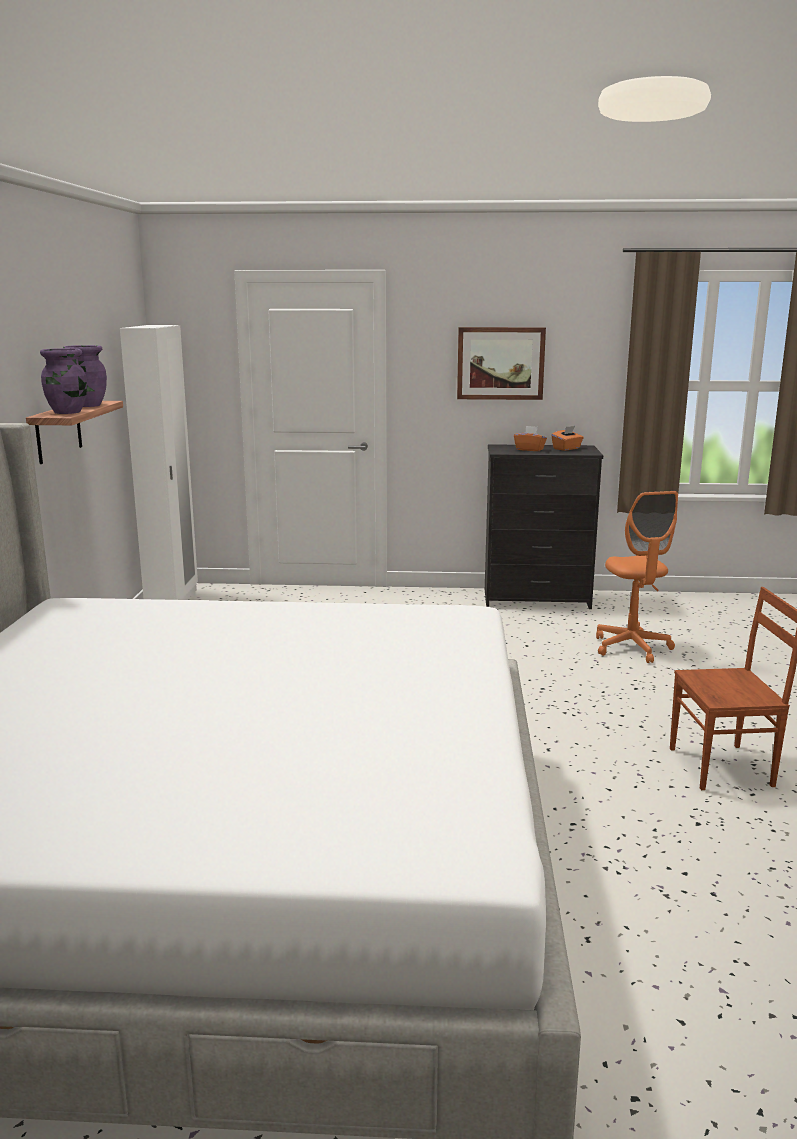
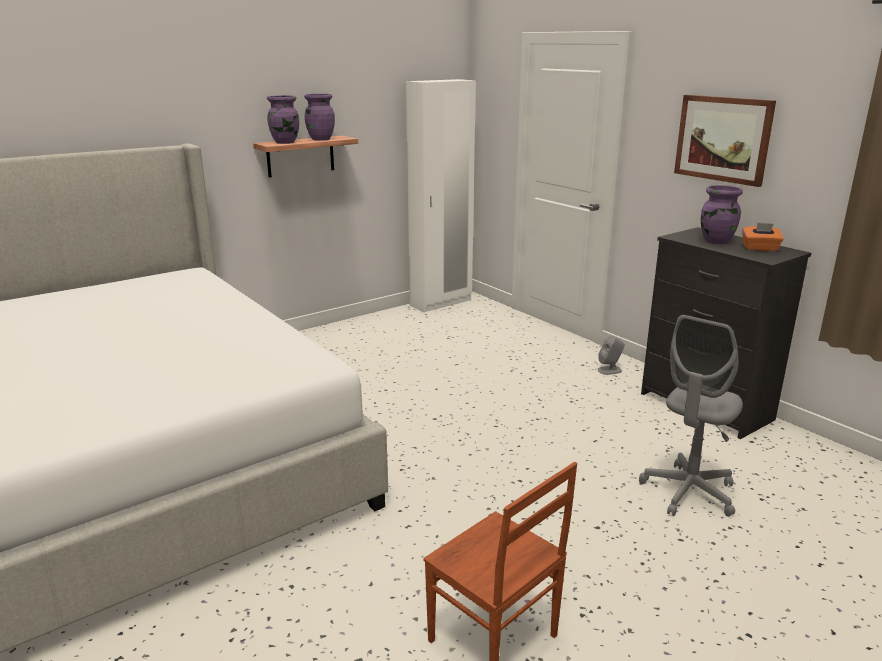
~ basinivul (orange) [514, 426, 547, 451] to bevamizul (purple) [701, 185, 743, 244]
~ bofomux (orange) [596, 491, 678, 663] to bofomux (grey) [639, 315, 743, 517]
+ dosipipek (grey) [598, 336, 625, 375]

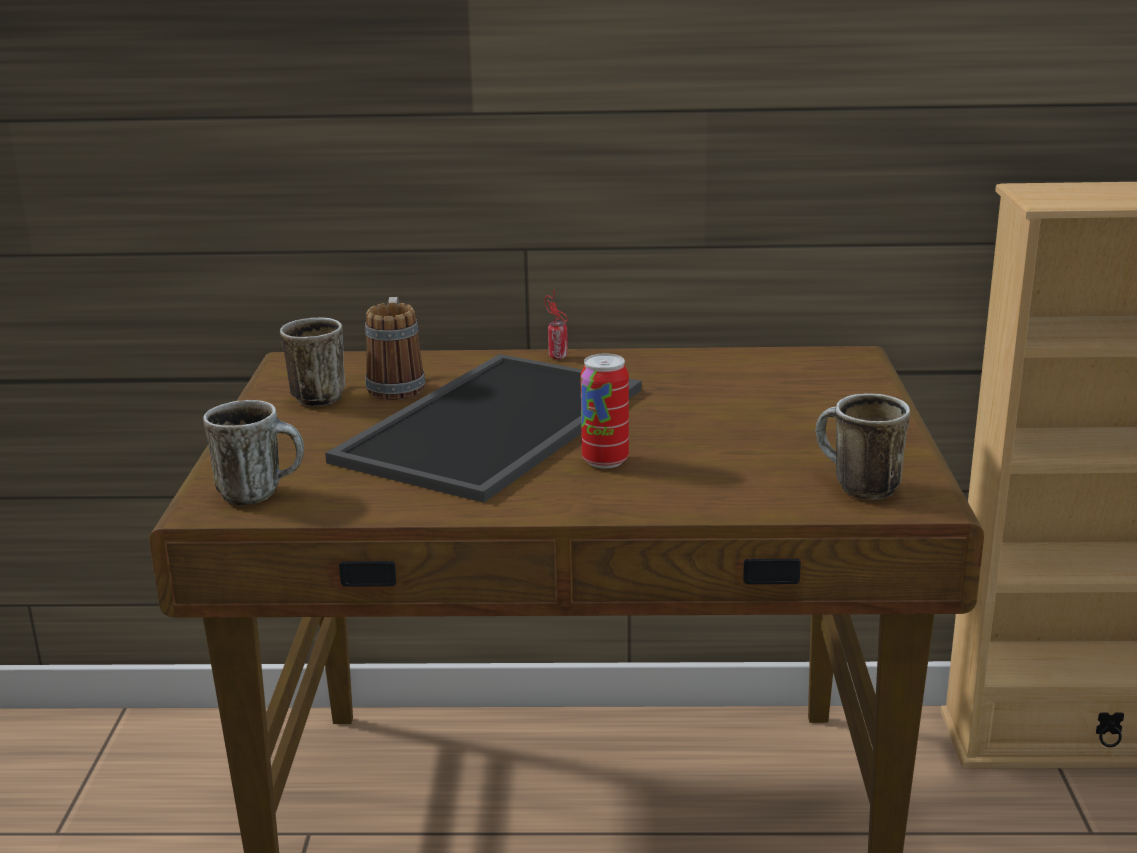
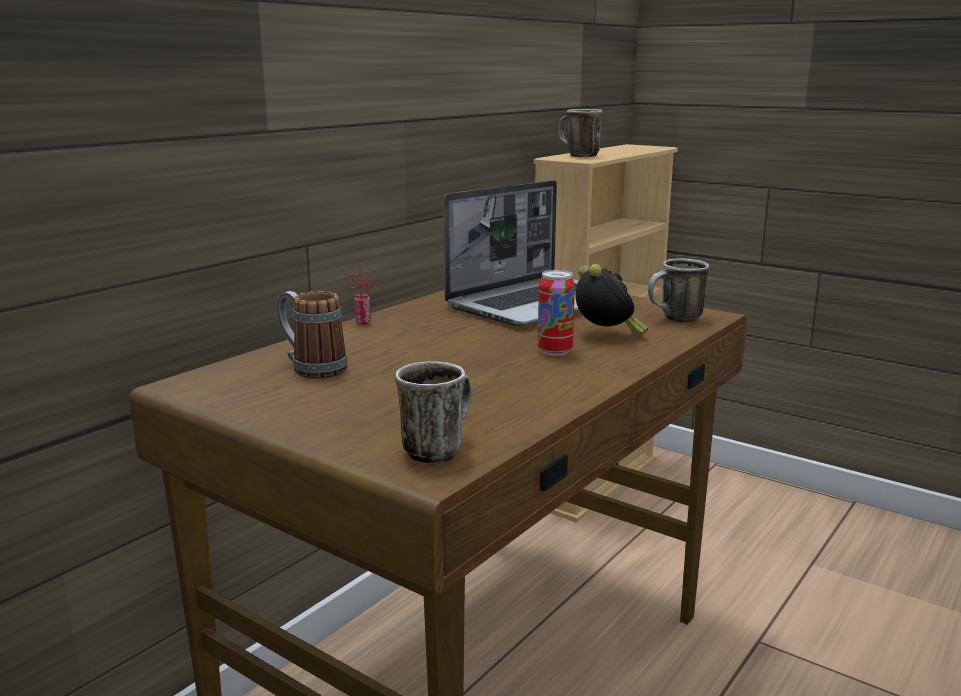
~ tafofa [280, 318, 345, 407] to [558, 109, 603, 157]
- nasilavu [325, 354, 642, 503]
+ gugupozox [444, 180, 630, 326]
+ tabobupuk [575, 264, 648, 335]

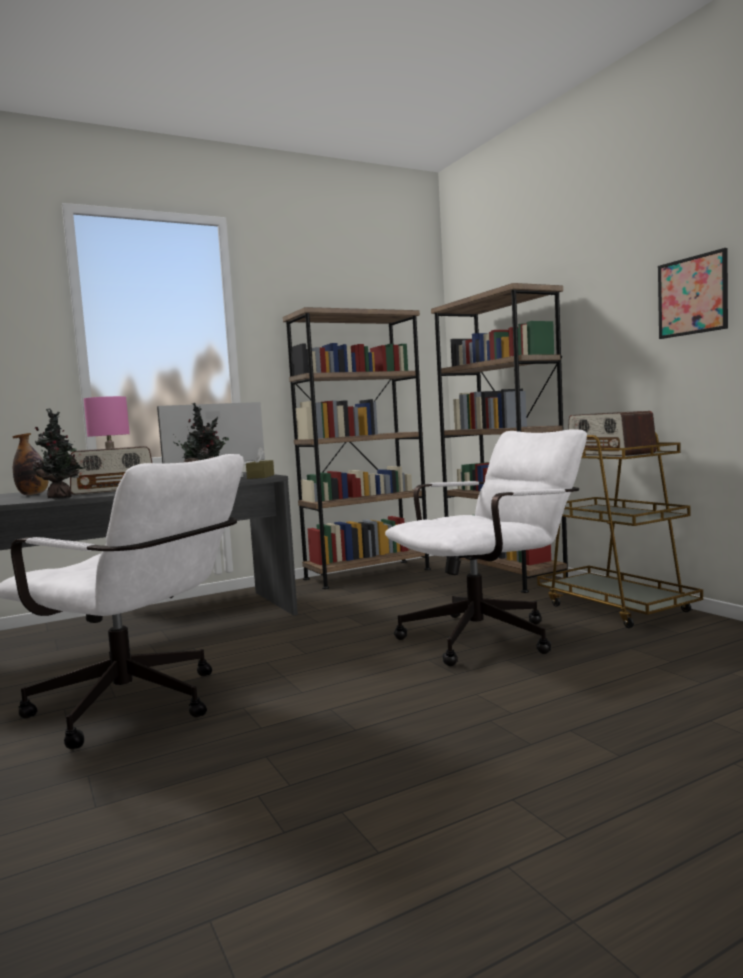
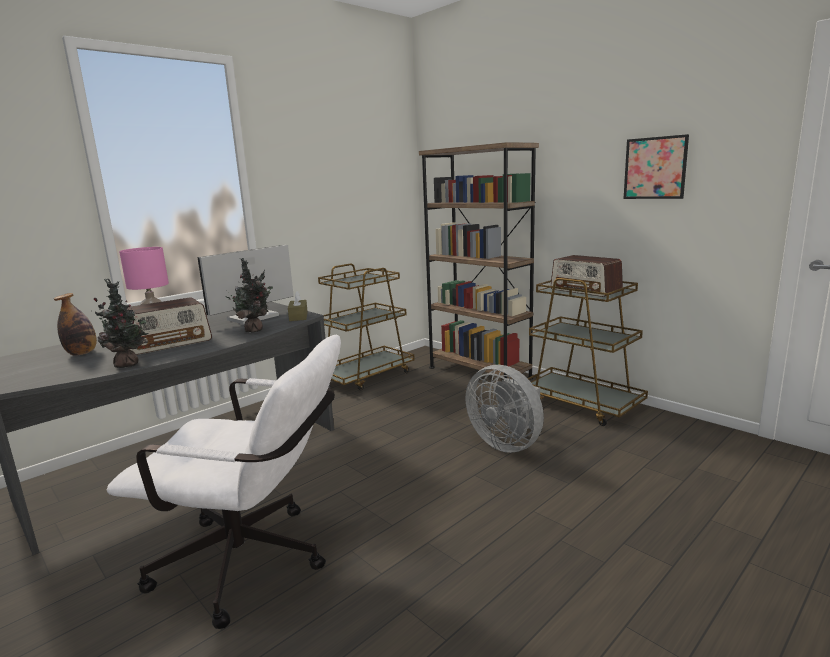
~ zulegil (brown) [283, 307, 431, 589] to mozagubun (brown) [318, 263, 415, 391]
~ bofomux (white) [385, 429, 587, 666] to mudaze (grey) [465, 365, 544, 453]

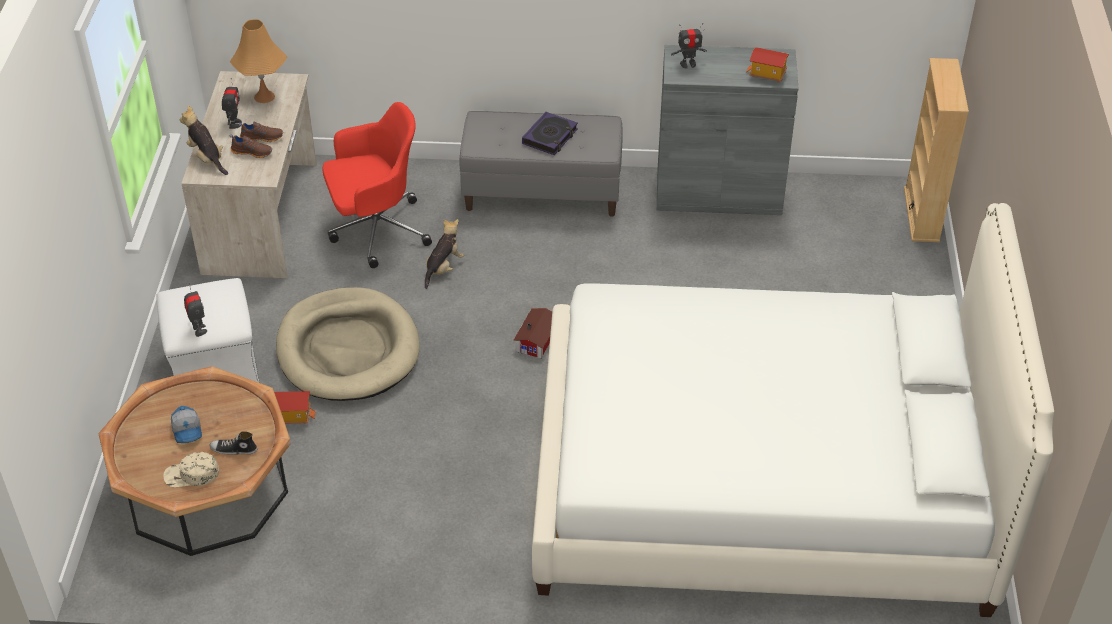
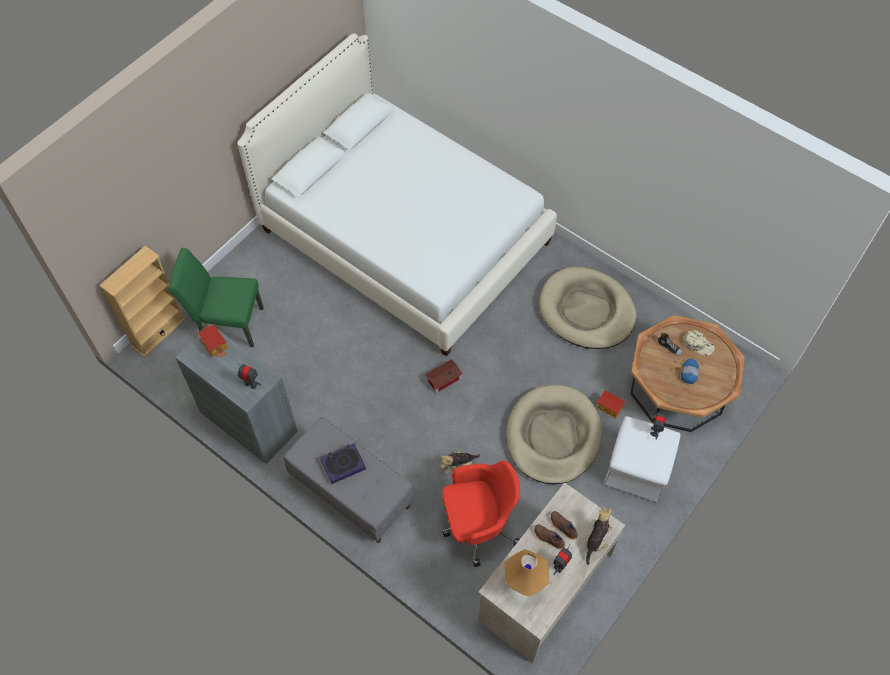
~ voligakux [180, 105, 228, 175] = [585, 507, 612, 565] 150 degrees counterclockwise
~ bofomux (red) [322, 102, 432, 268] = [442, 461, 520, 567] 150 degrees clockwise
+ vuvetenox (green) [168, 248, 264, 347]
+ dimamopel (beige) [539, 267, 637, 349]

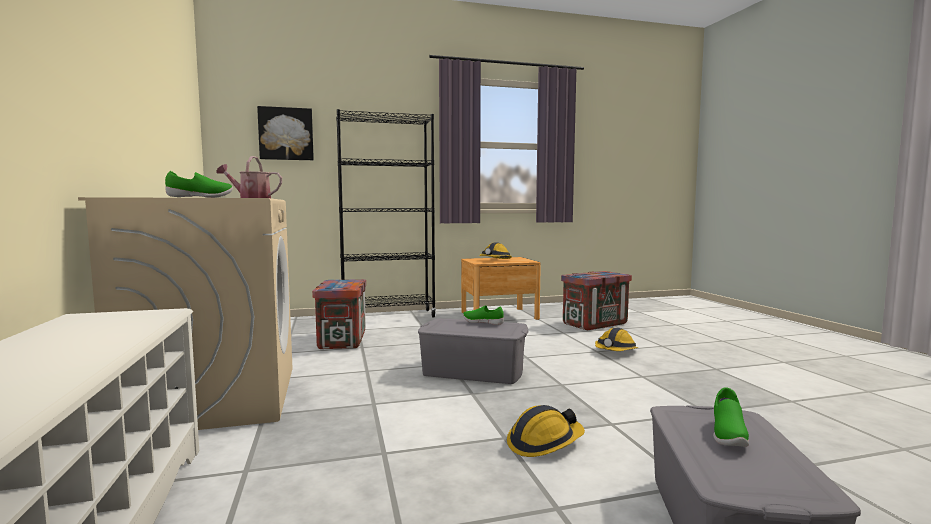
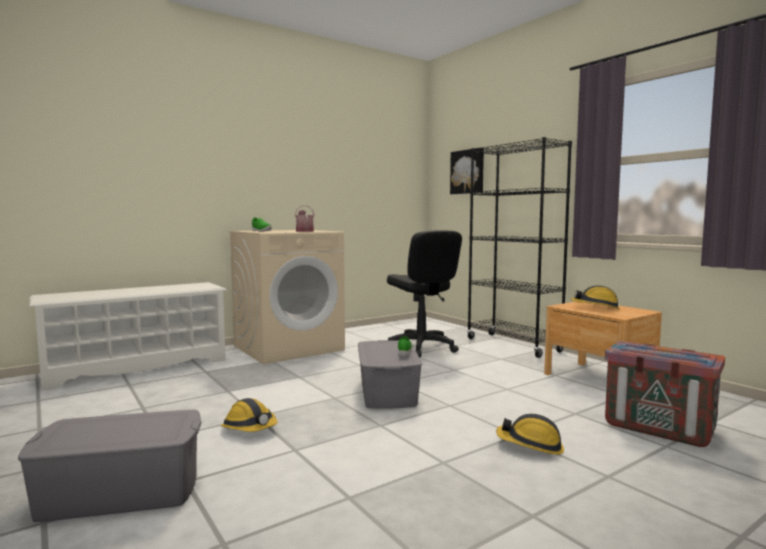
~ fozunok [312, 279, 366, 349] to bofomux (black) [387, 230, 462, 357]
- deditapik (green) [713, 387, 749, 447]

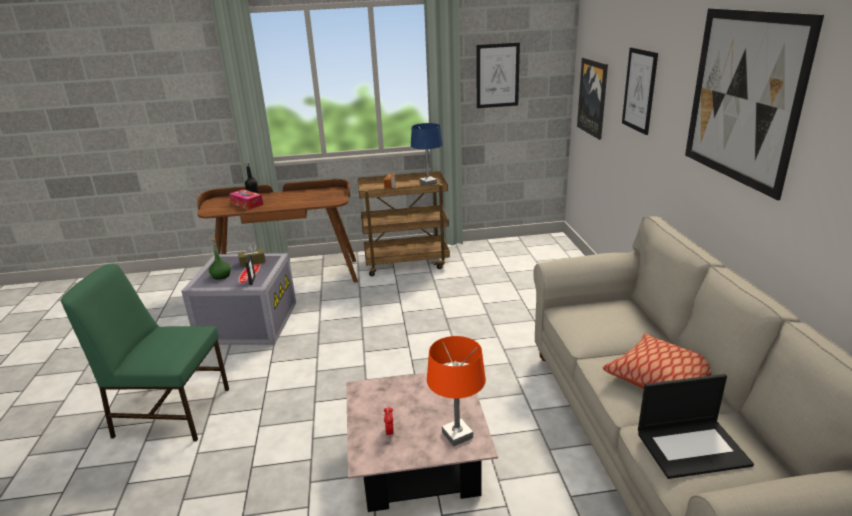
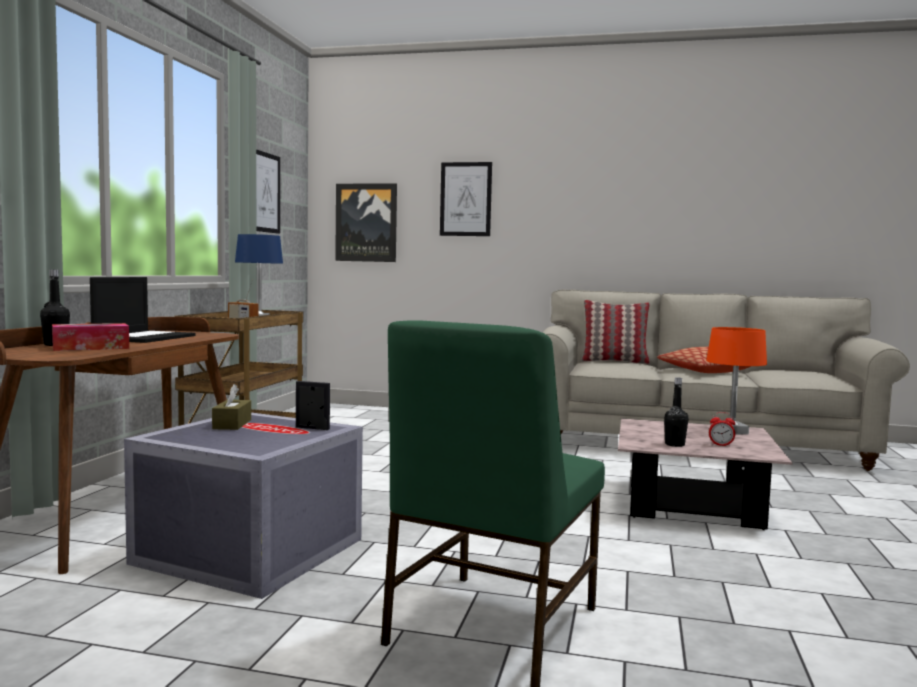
- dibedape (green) [209, 238, 231, 280]
~ gugupozox [638, 374, 754, 479] to [90, 277, 196, 343]
- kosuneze [685, 8, 824, 200]
+ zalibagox [581, 300, 650, 364]
+ dibedape (black) [664, 377, 689, 447]

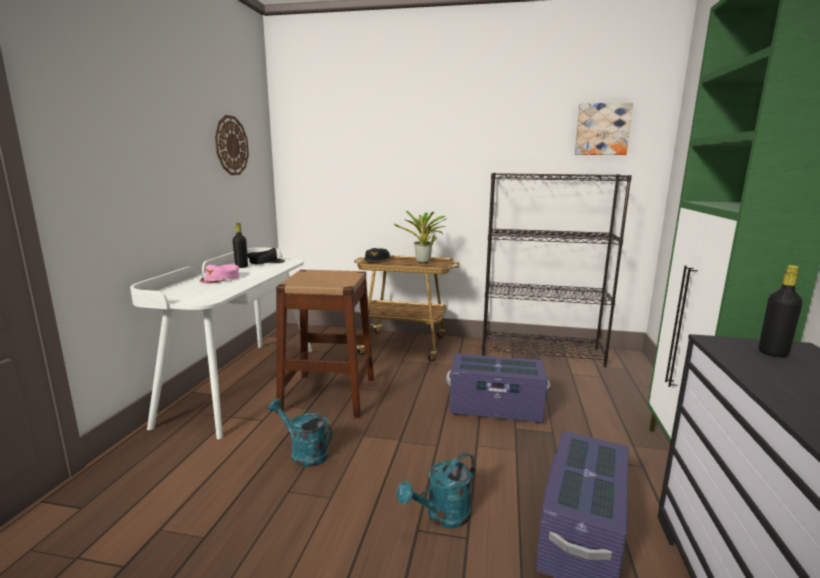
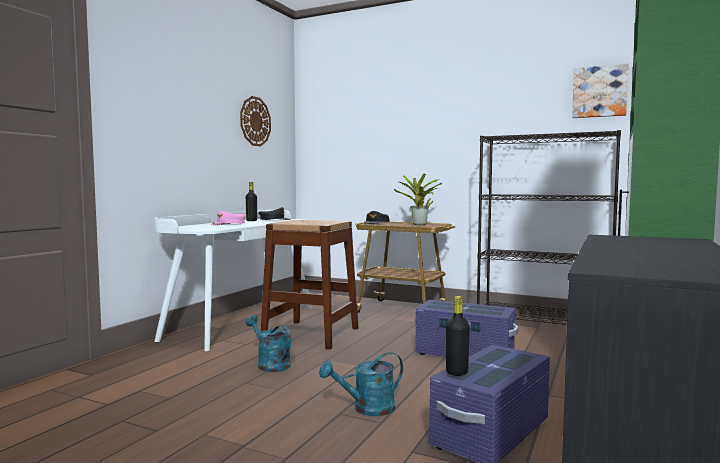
~ dibedape (black) [759, 265, 803, 358] to [446, 296, 470, 376]

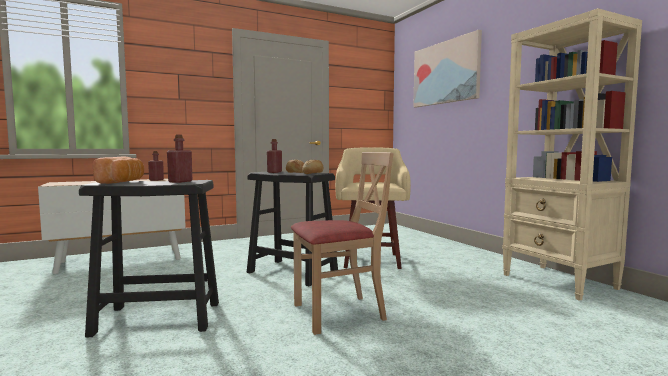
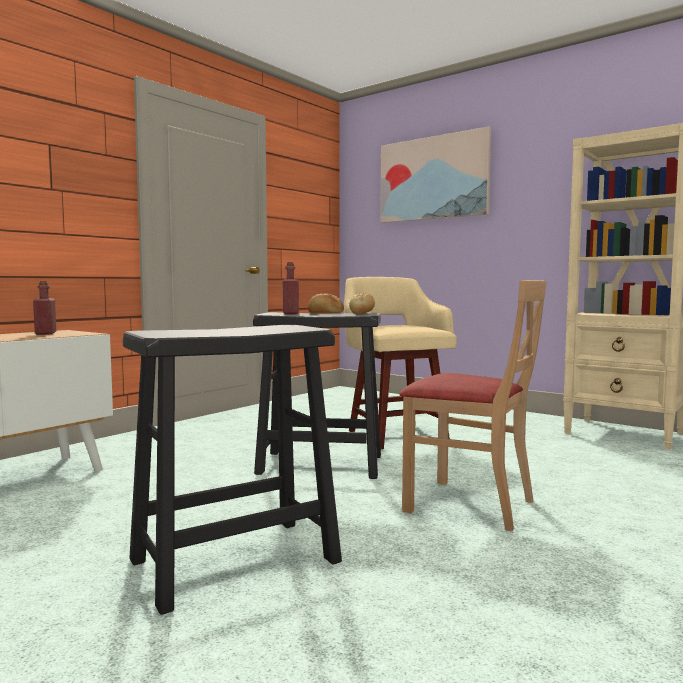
- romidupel [93, 157, 144, 184]
- dibedape (red) [167, 135, 192, 183]
~ vuvetenox (beige) [291, 152, 394, 335] = [400, 280, 547, 531] 75 degrees clockwise

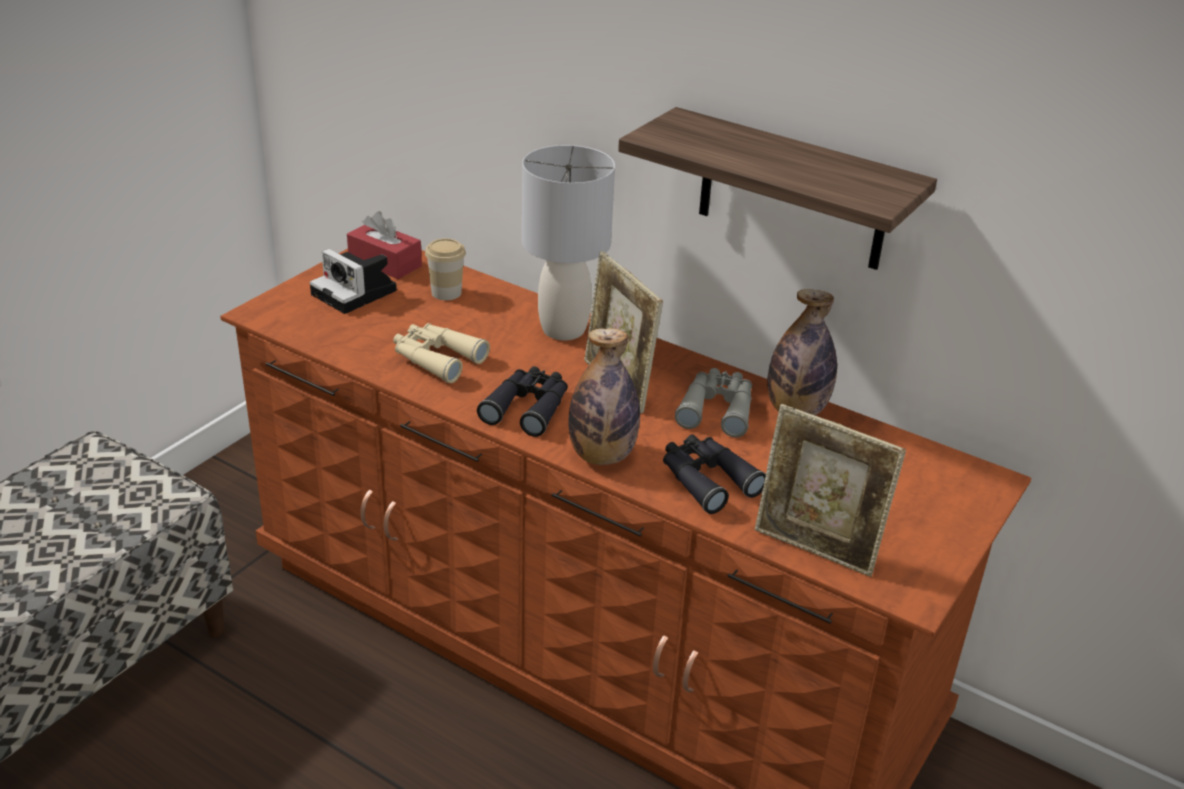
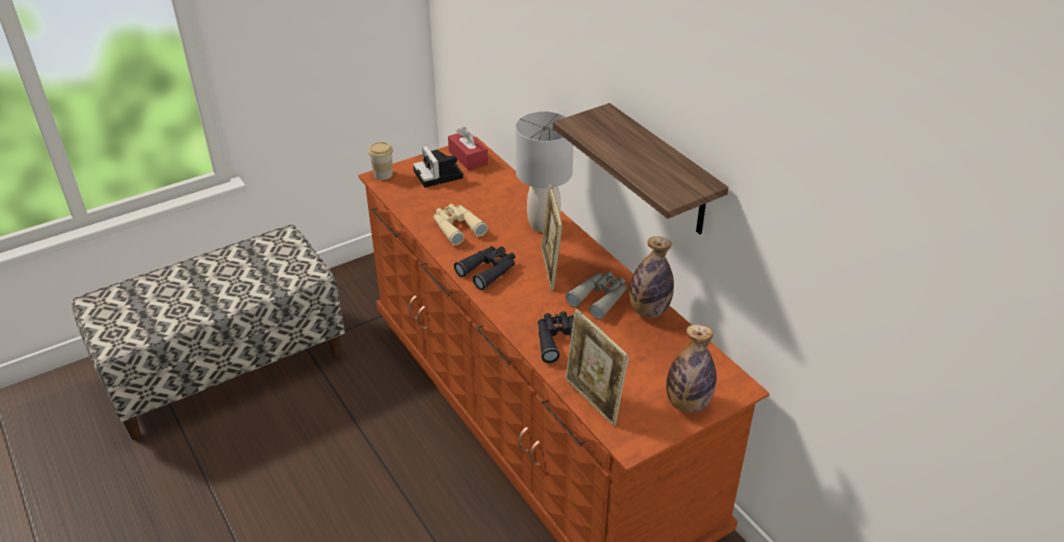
~ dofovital [425, 238, 466, 300] to [368, 142, 393, 180]
~ dibedape [568, 328, 640, 465] to [666, 324, 717, 413]

